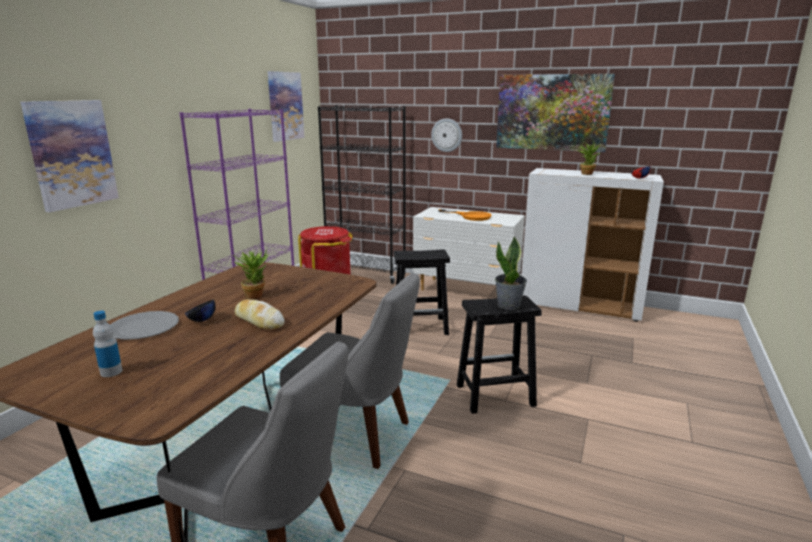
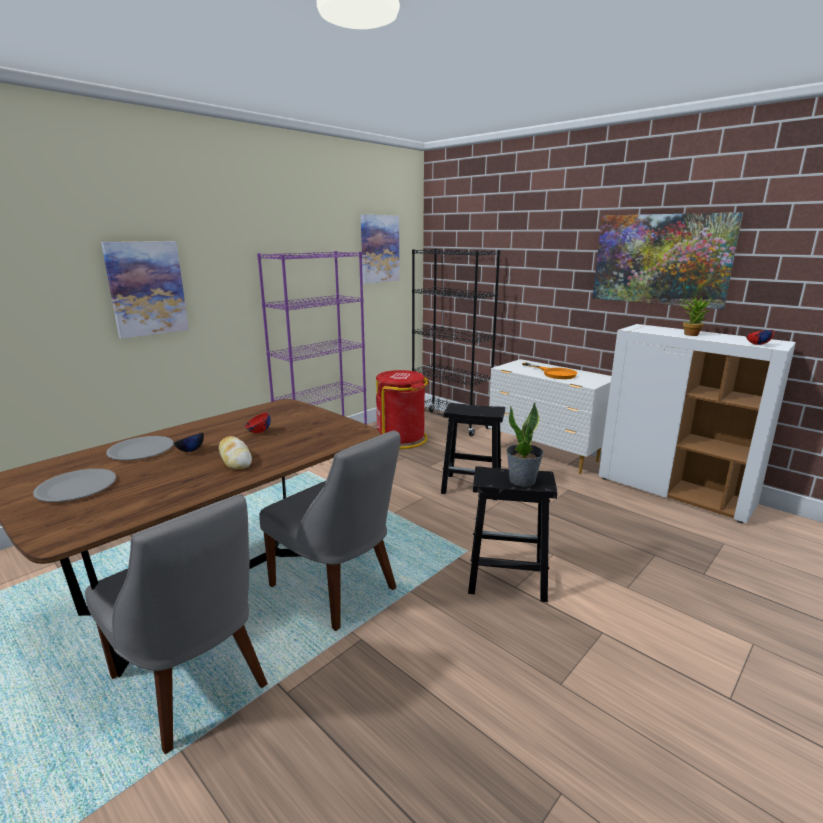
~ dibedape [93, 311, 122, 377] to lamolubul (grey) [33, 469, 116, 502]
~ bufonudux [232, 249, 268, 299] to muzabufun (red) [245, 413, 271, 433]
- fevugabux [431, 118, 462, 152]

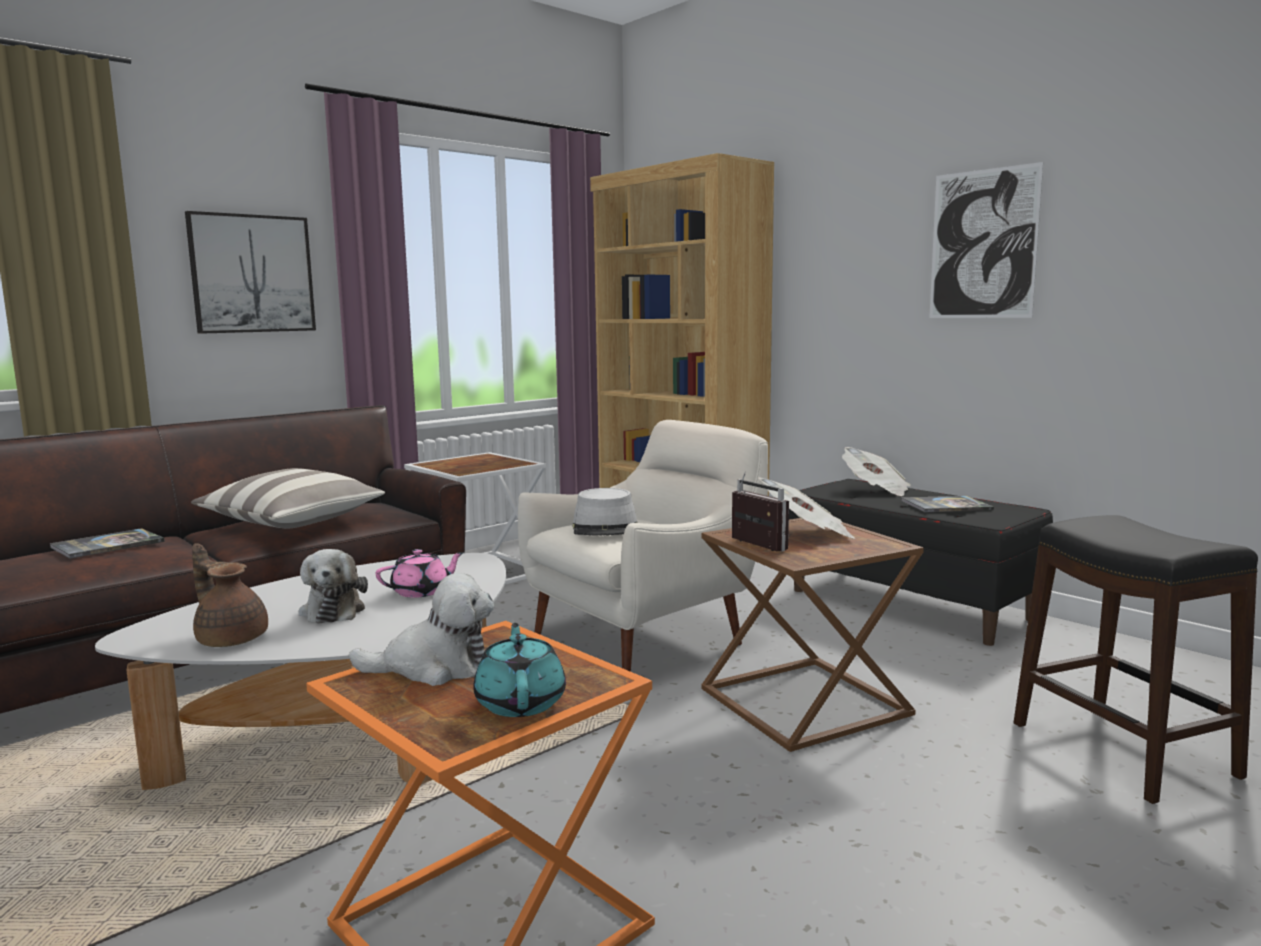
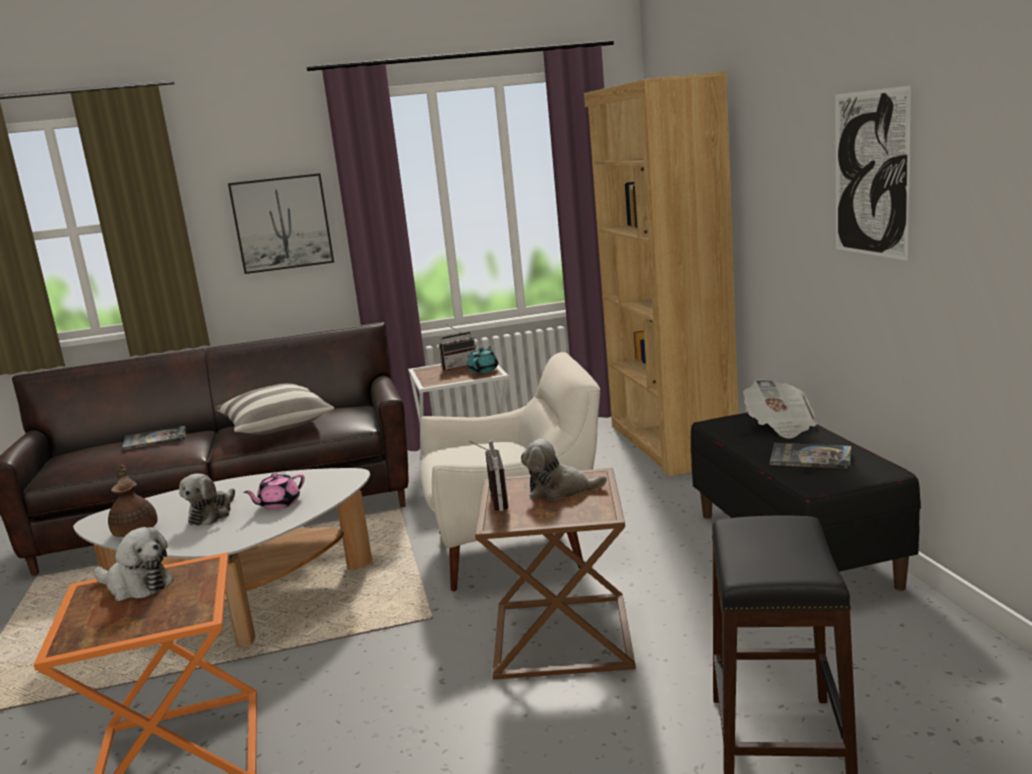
~ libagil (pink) [376, 549, 464, 598] = [243, 473, 305, 510] 135 degrees clockwise
~ libagil (turquoise) [473, 623, 566, 717] to [467, 346, 498, 373]
- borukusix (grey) [572, 488, 638, 535]
~ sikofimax [758, 477, 855, 539] to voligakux [521, 439, 607, 500]
+ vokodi [439, 326, 476, 370]

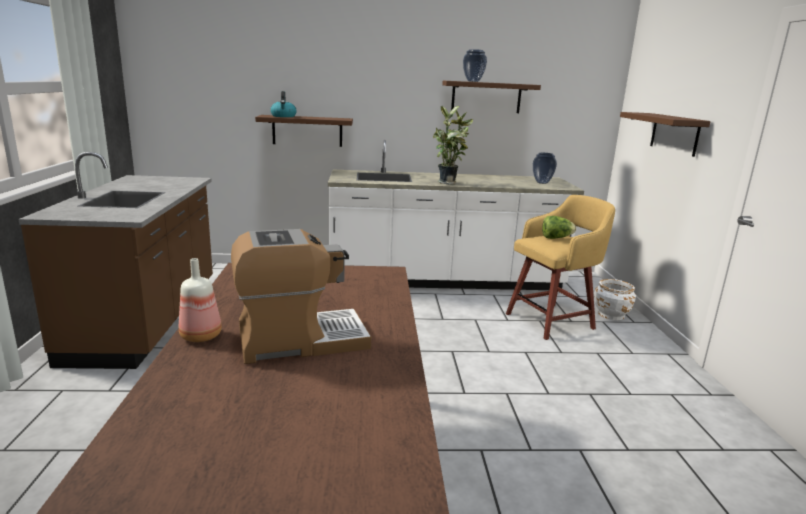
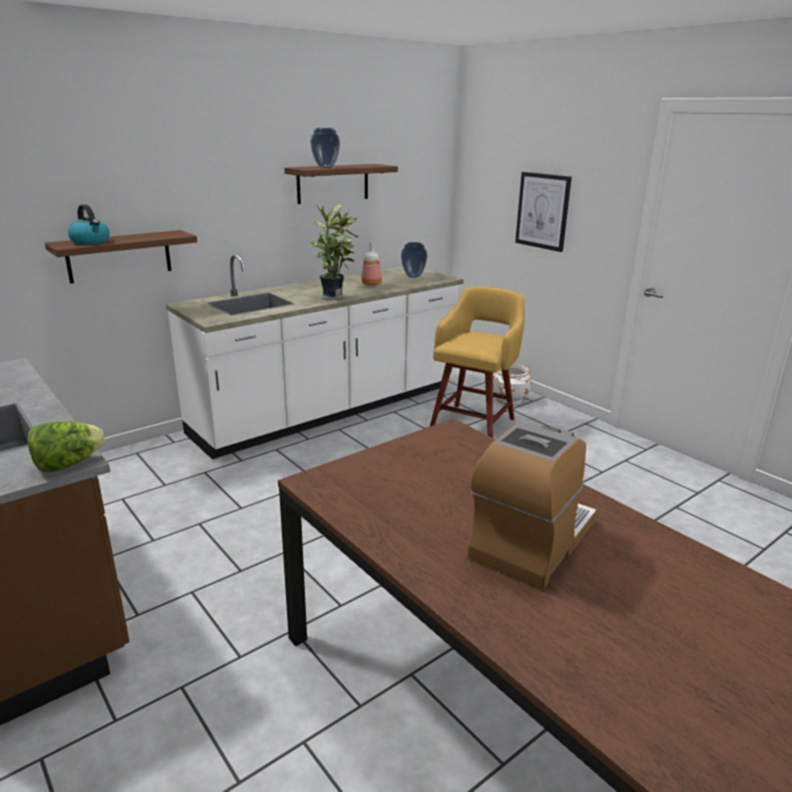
~ dibedape [179, 258, 222, 342] to [361, 242, 382, 286]
~ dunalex [542, 216, 576, 239] to [27, 421, 105, 473]
~ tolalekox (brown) [620, 112, 711, 157] to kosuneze [515, 172, 572, 252]

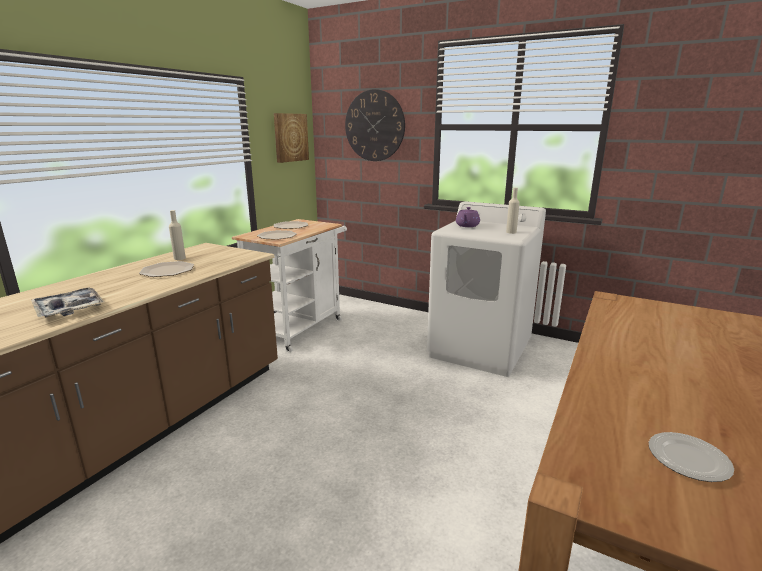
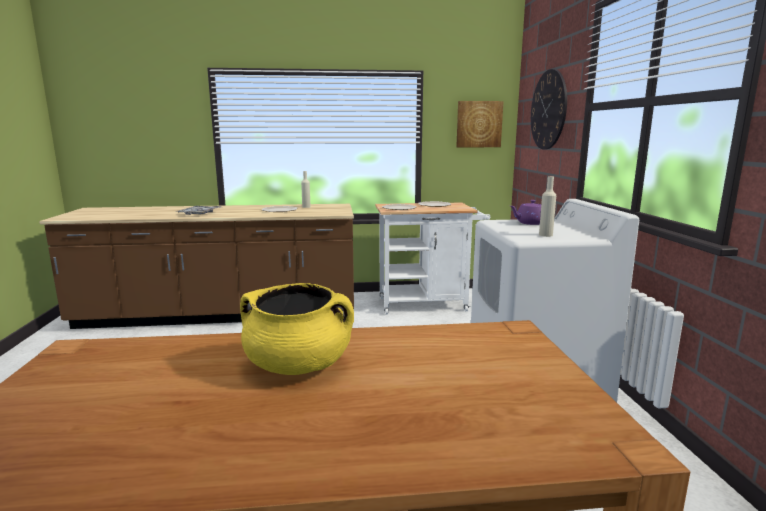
- lamolubul [649, 432, 734, 482]
+ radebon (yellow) [240, 283, 354, 375]

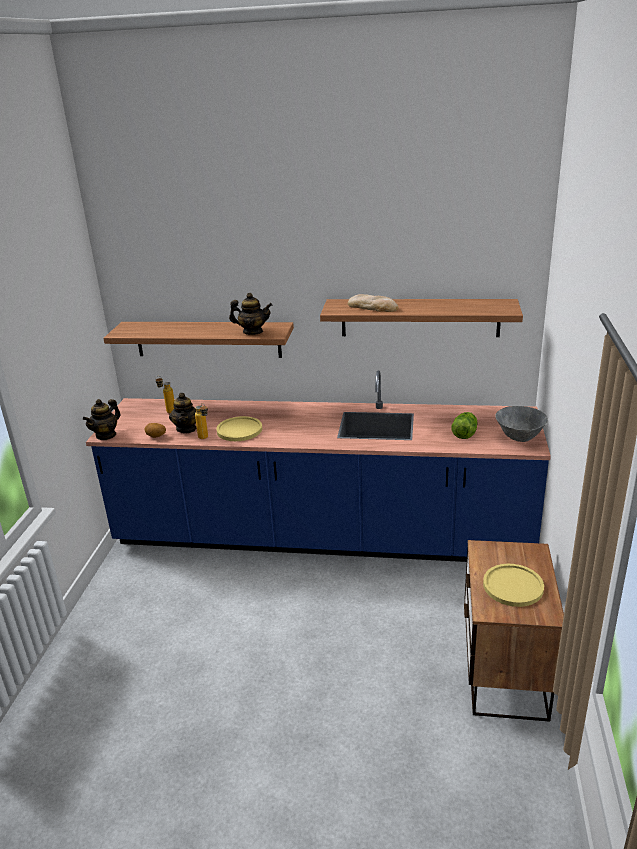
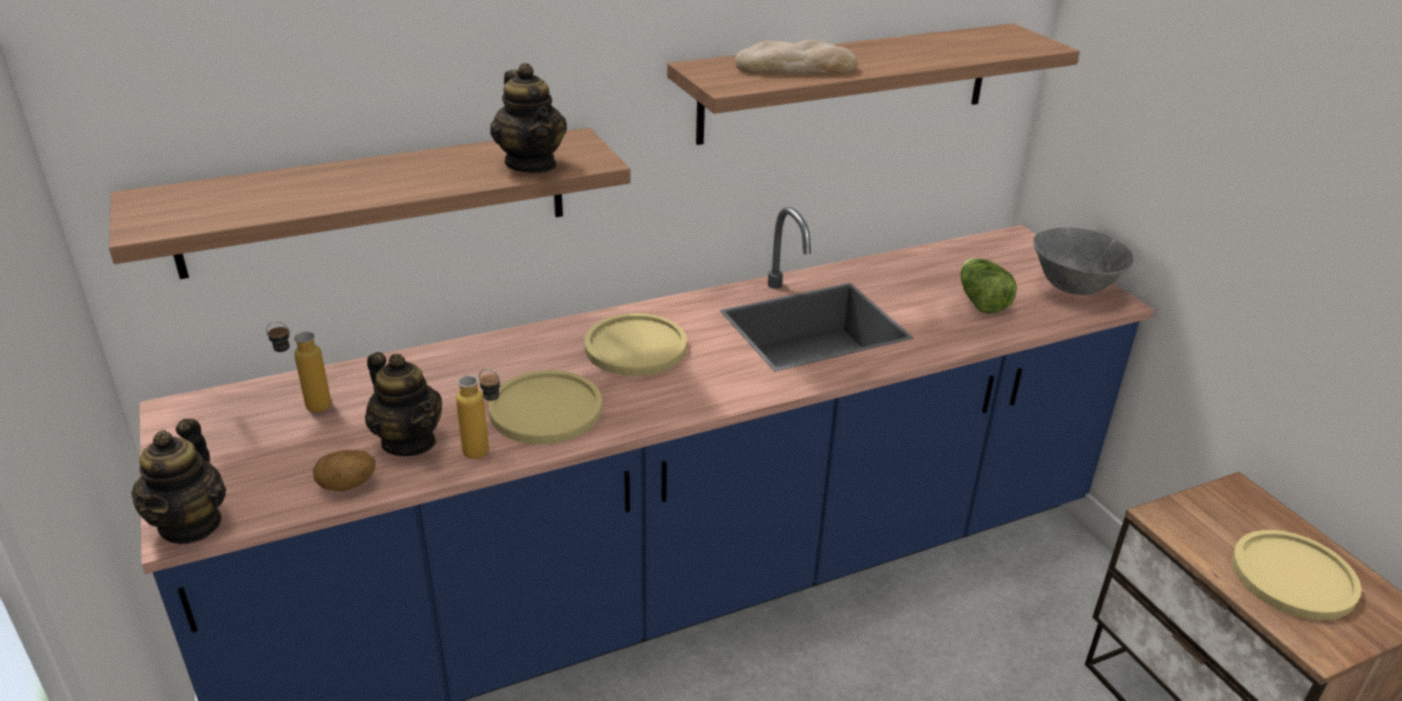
~ libagil [229, 293, 272, 335] = [490, 63, 567, 173] 90 degrees clockwise
+ lamolubul (yellow) [584, 313, 687, 376]

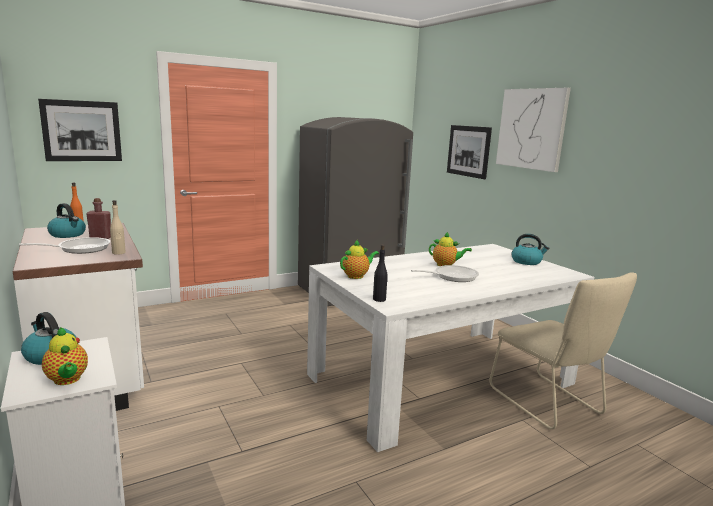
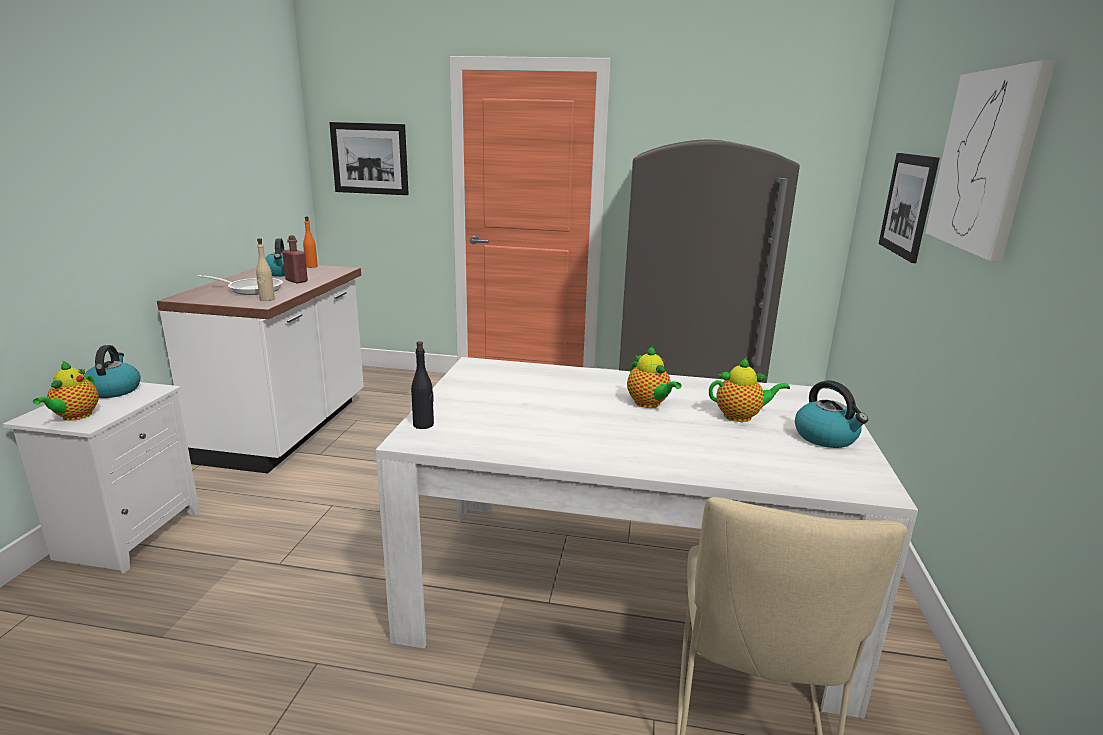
~ libagil [340, 240, 379, 279] to [709, 357, 790, 422]
- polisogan [411, 265, 479, 282]

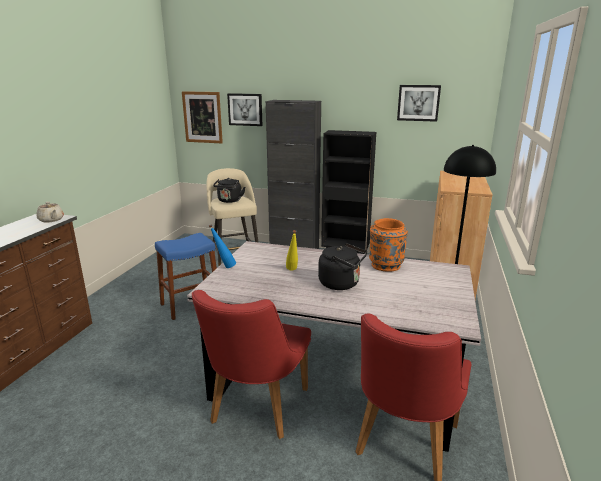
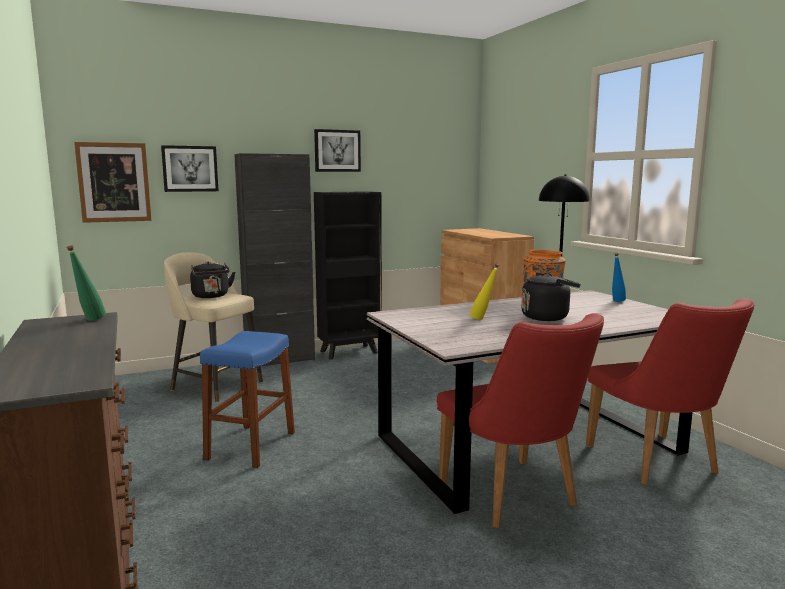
~ libagil (beige) [36, 202, 64, 223] to dibedape (green) [67, 245, 106, 321]
~ dibedape (blue) [209, 224, 236, 268] to [612, 253, 626, 302]
~ kosuneze [397, 85, 441, 122] to [314, 129, 361, 172]

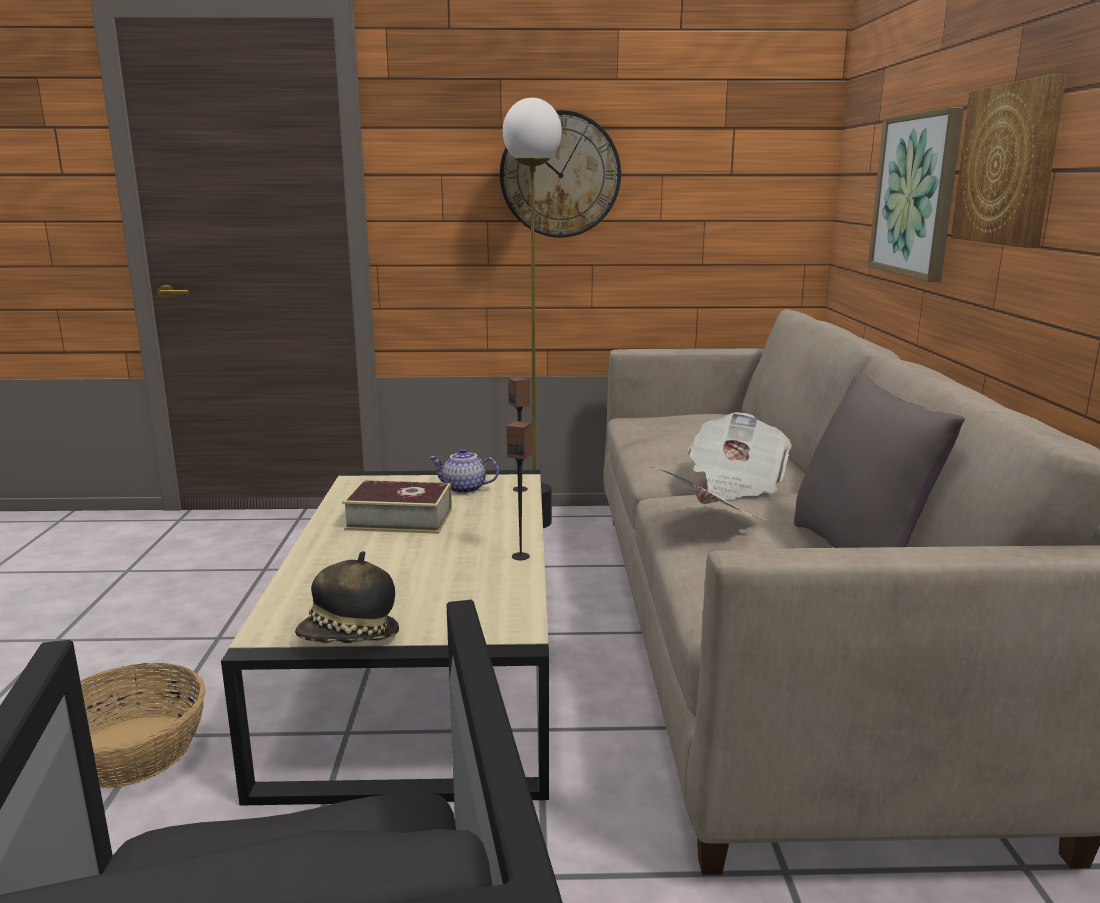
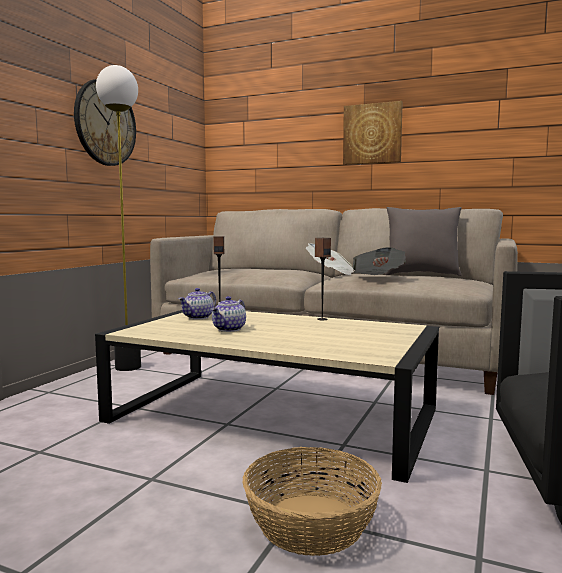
- borukusix [295, 551, 399, 643]
~ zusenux [342, 480, 452, 534] to libagil [211, 296, 246, 332]
- kosuneze [868, 107, 964, 281]

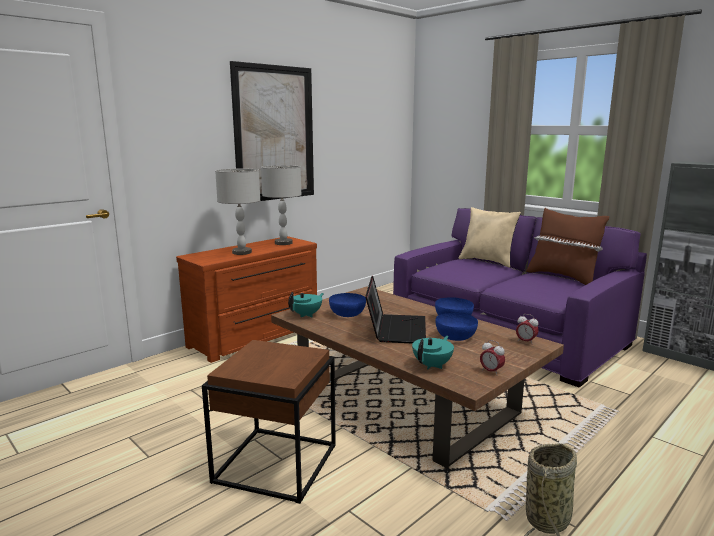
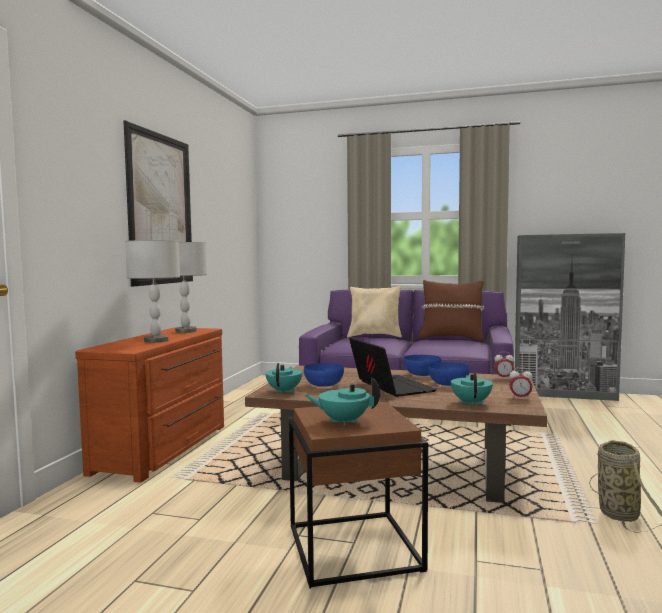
+ libagil (turquoise) [305, 377, 380, 426]

